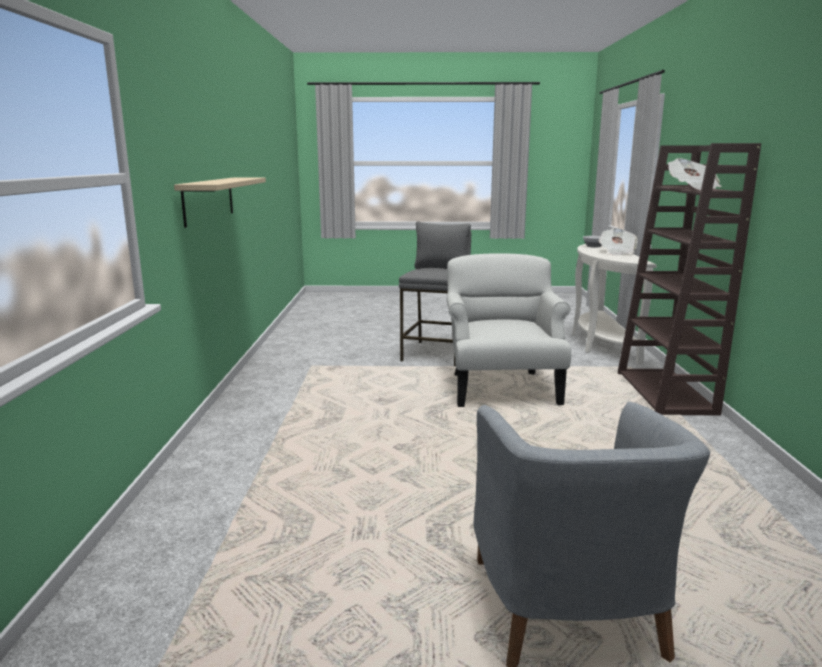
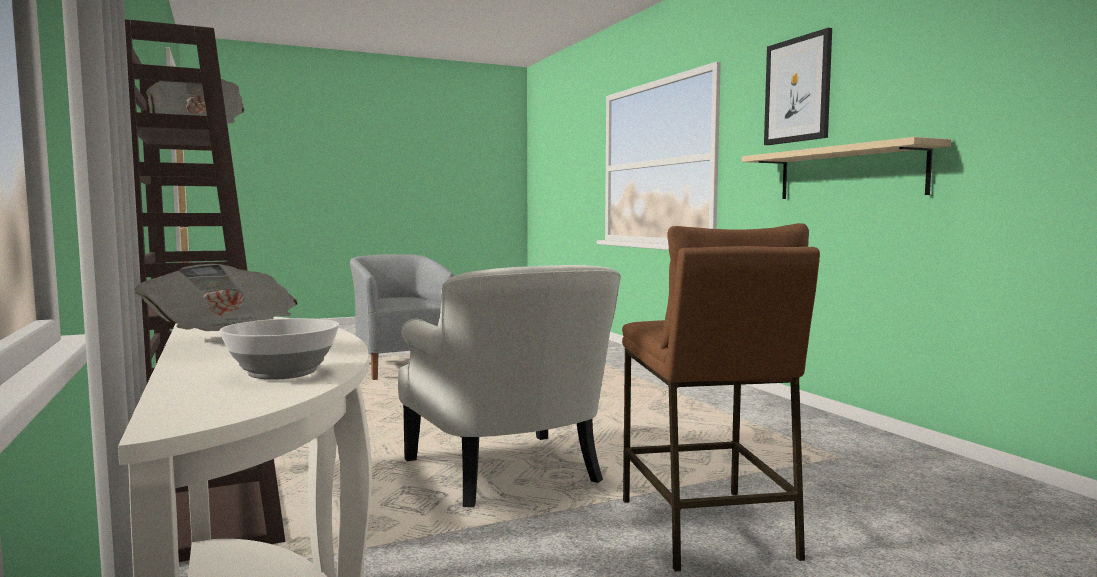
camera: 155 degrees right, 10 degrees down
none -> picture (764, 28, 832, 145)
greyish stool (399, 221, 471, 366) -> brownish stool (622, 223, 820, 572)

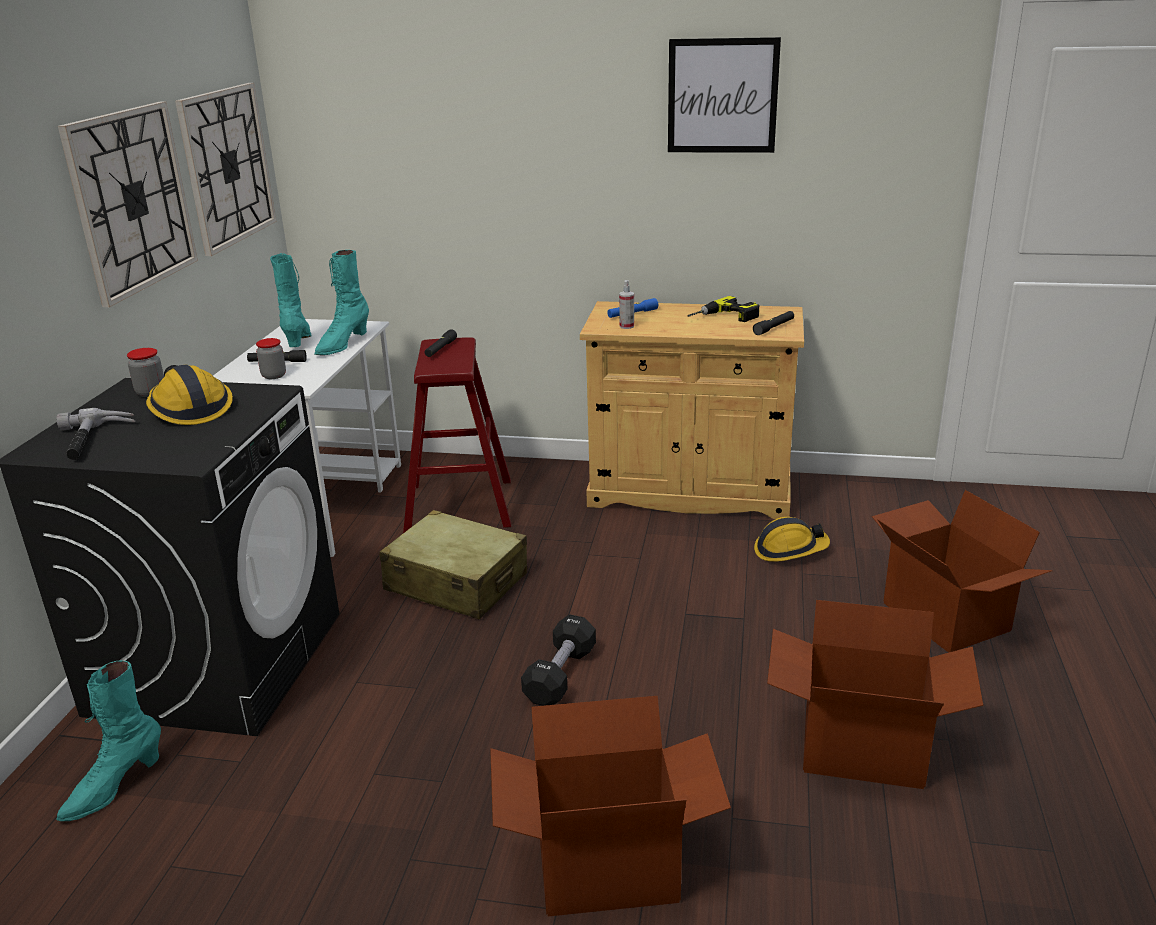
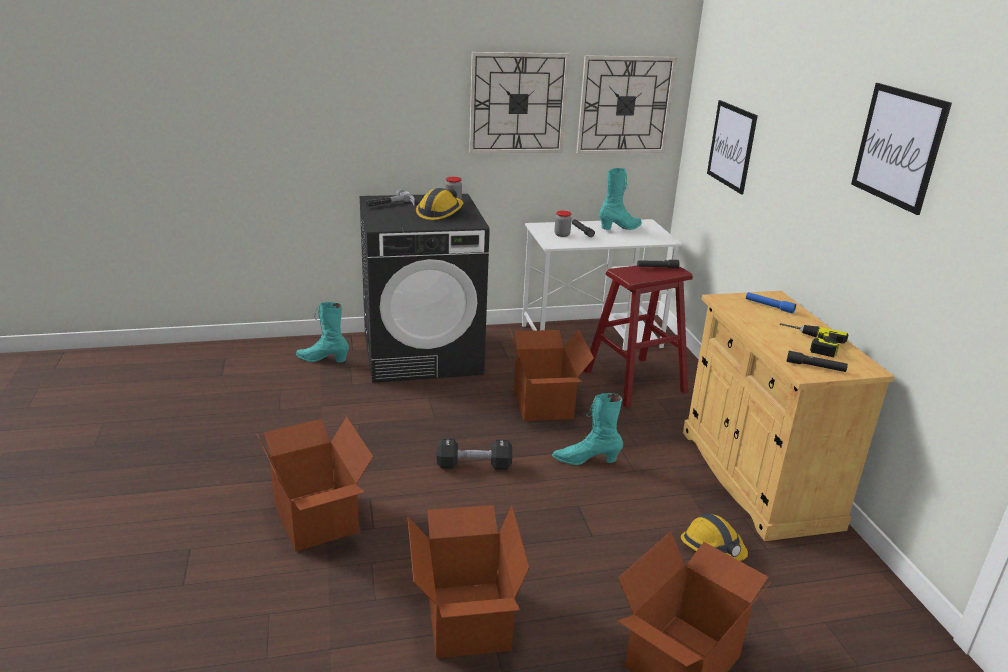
camera: 65 degrees right, 0 degrees up
sprayer (619, 280, 634, 329) -> none
none -> picture (707, 100, 758, 194)
blue-green tall boot (314, 250, 369, 355) -> blue-green tall boot (552, 393, 623, 465), relocated
sand-coloured piece of luggage (379, 510, 527, 619) -> cardboard box (510, 330, 594, 421)

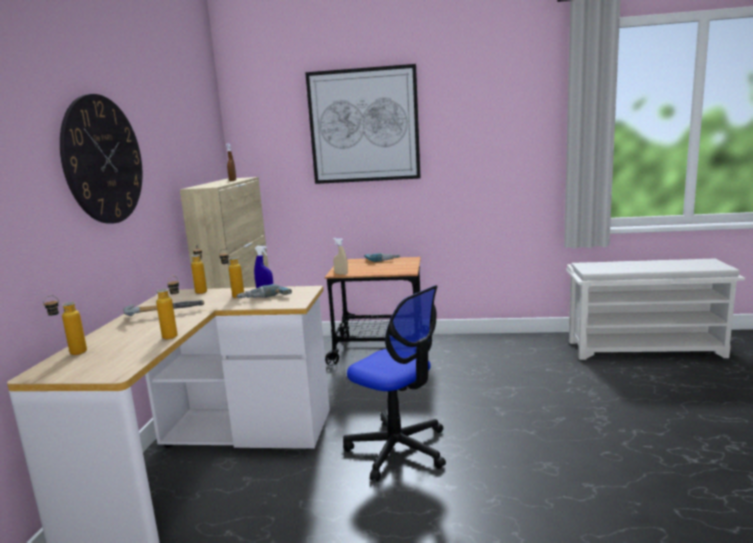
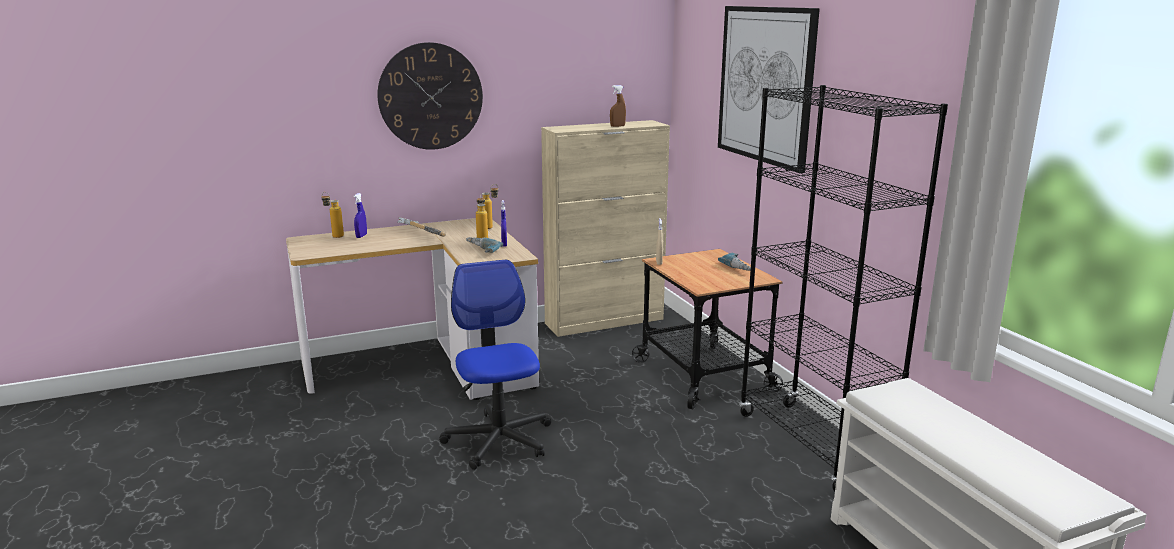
camera: 60 degrees right, 5 degrees up
drink bottle (156, 276, 179, 339) -> none
none -> blue sprayer (354, 193, 367, 238)
none -> blackish shelving unit (739, 85, 948, 491)
computer chair (343, 285, 446, 481) -> computer chair (439, 260, 551, 470), 150 degrees clockwise

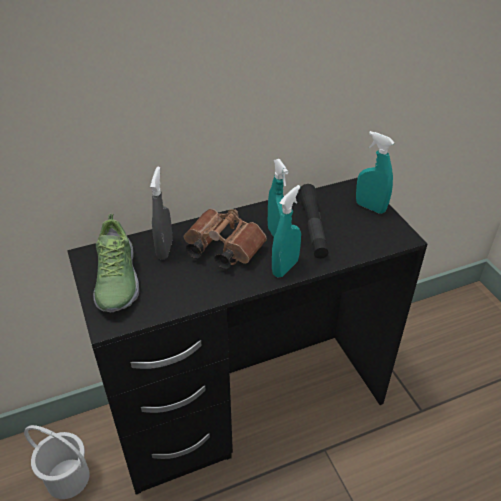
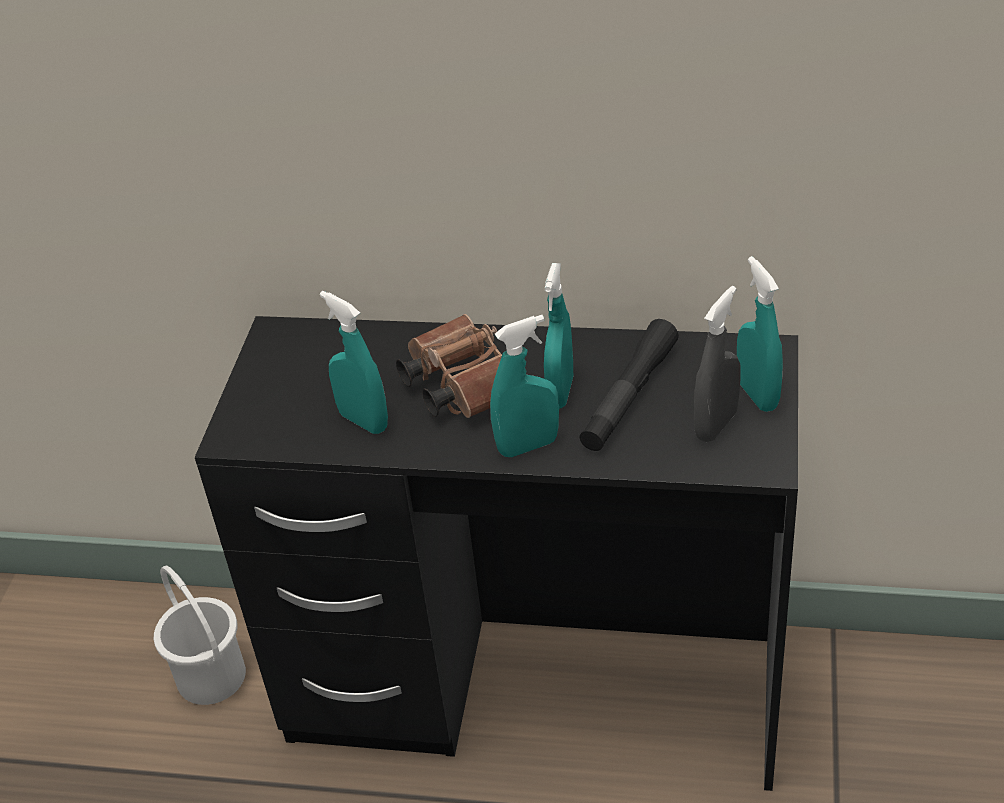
camera: 35 degrees right, 0 degrees up
low shoe (93, 214, 139, 312) -> none
none -> blue-green sprayer (320, 291, 388, 434)
greyish sprayer (150, 166, 173, 260) -> greyish sprayer (694, 286, 741, 442), relocated

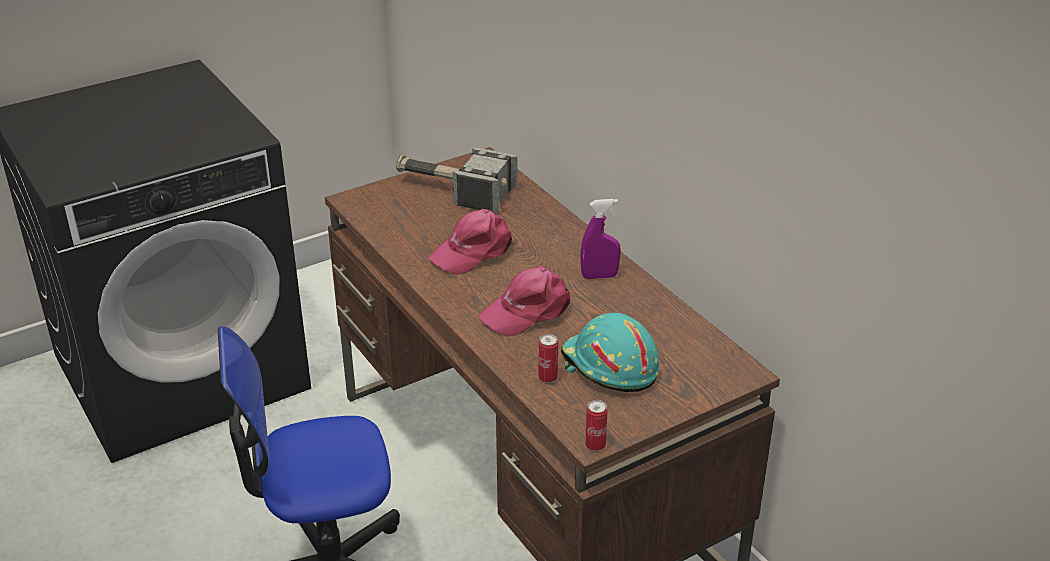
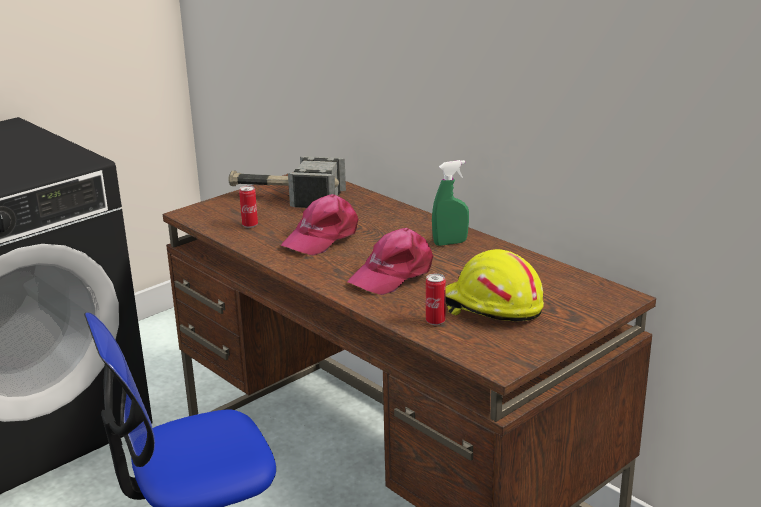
camera: 10 degrees left, 10 degrees down
can (585, 400, 608, 451) -> can (239, 185, 258, 228), relocated
blue-green safety helmet (561, 313, 659, 392) -> yellowish safety helmet (446, 249, 544, 321)
purple-coloured sprayer (580, 199, 621, 279) -> greenish sprayer (432, 160, 469, 246)

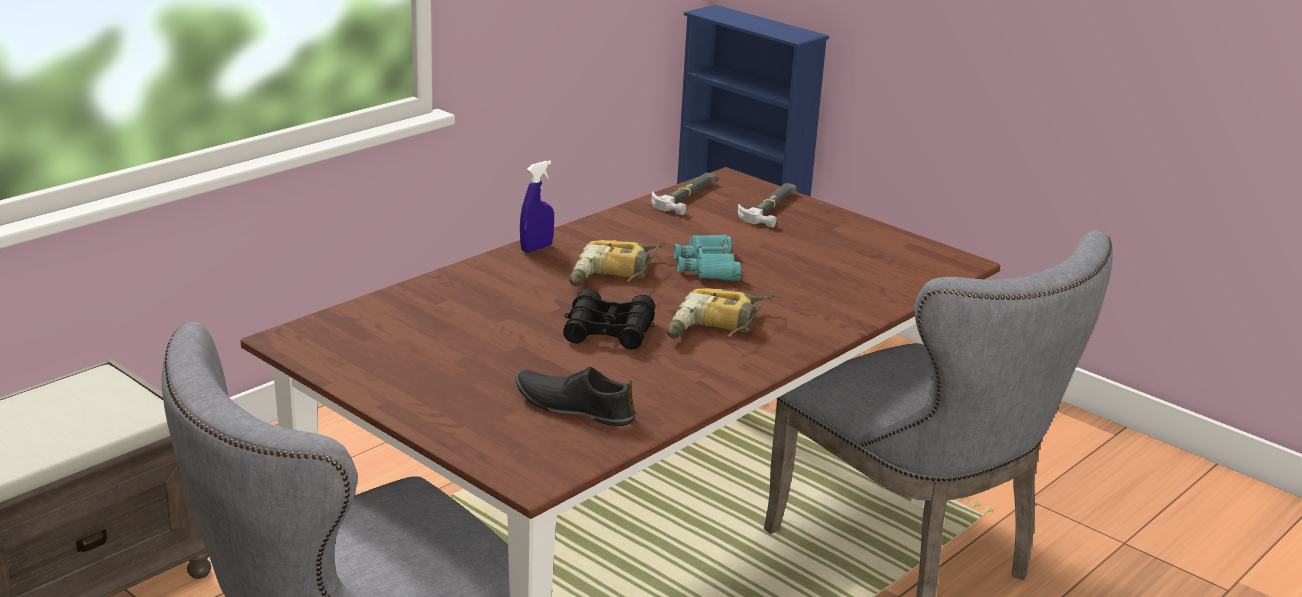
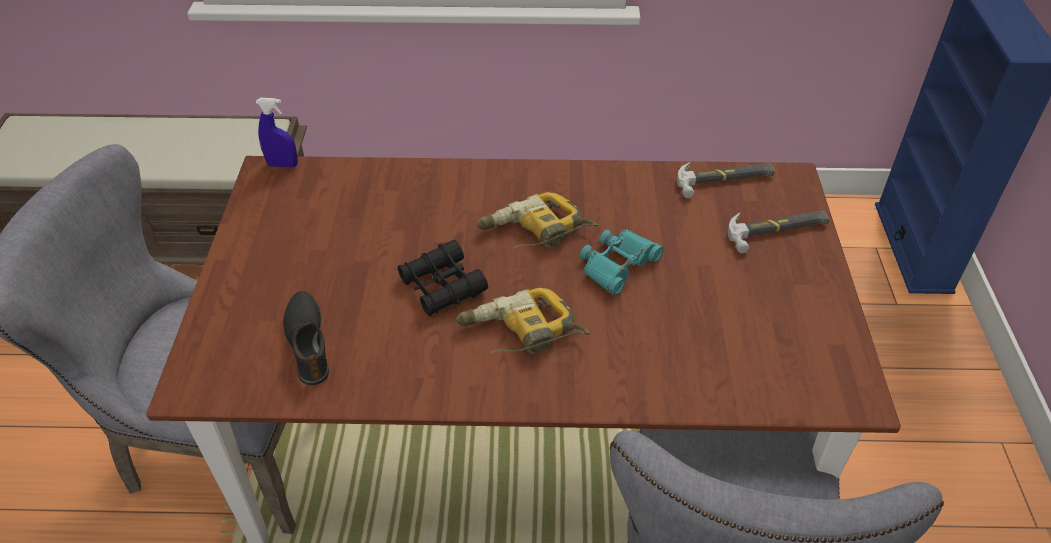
camera: 50 degrees right, 20 degrees up
blue sprayer (520, 161, 554, 253) -> blue sprayer (256, 98, 298, 168), relocated

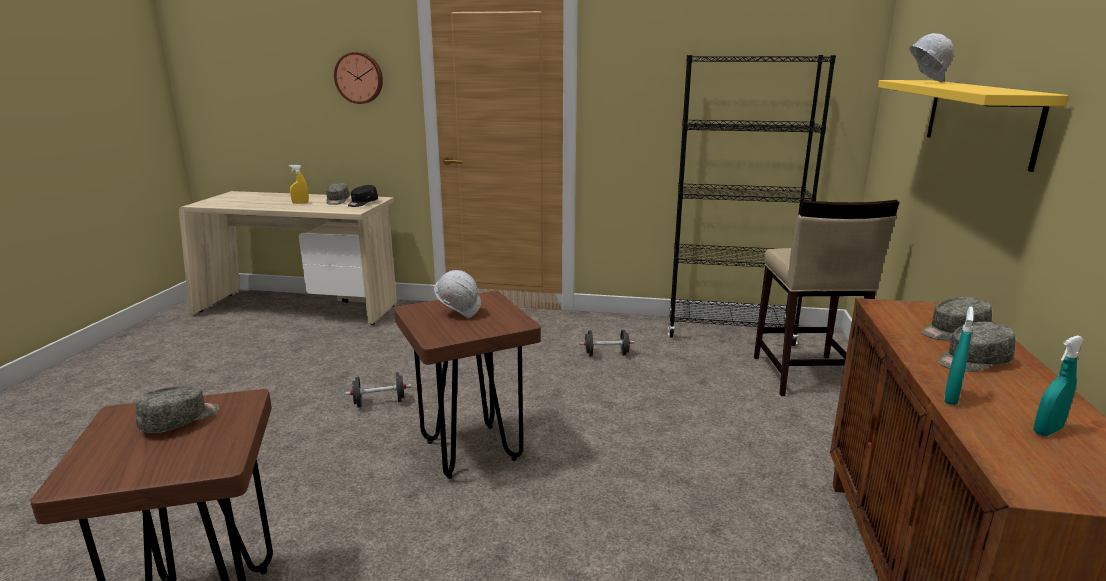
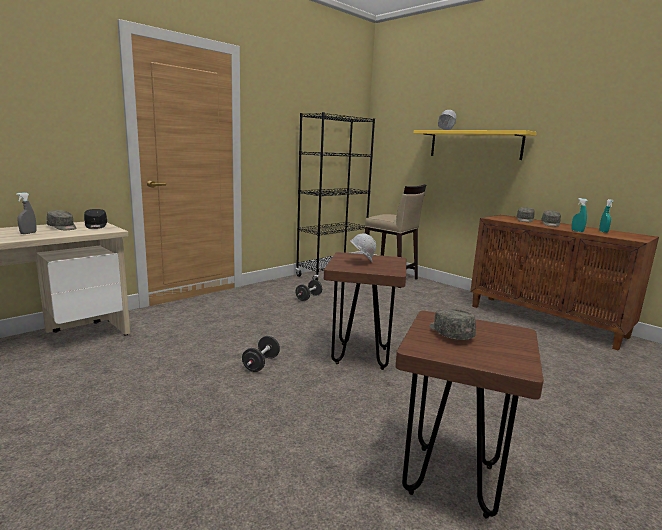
camera: 55 degrees left, 5 degrees down
clock on the wall (334, 52, 383, 104) -> none
yellowish sprayer (289, 165, 309, 204) -> greyish sprayer (16, 192, 37, 234)

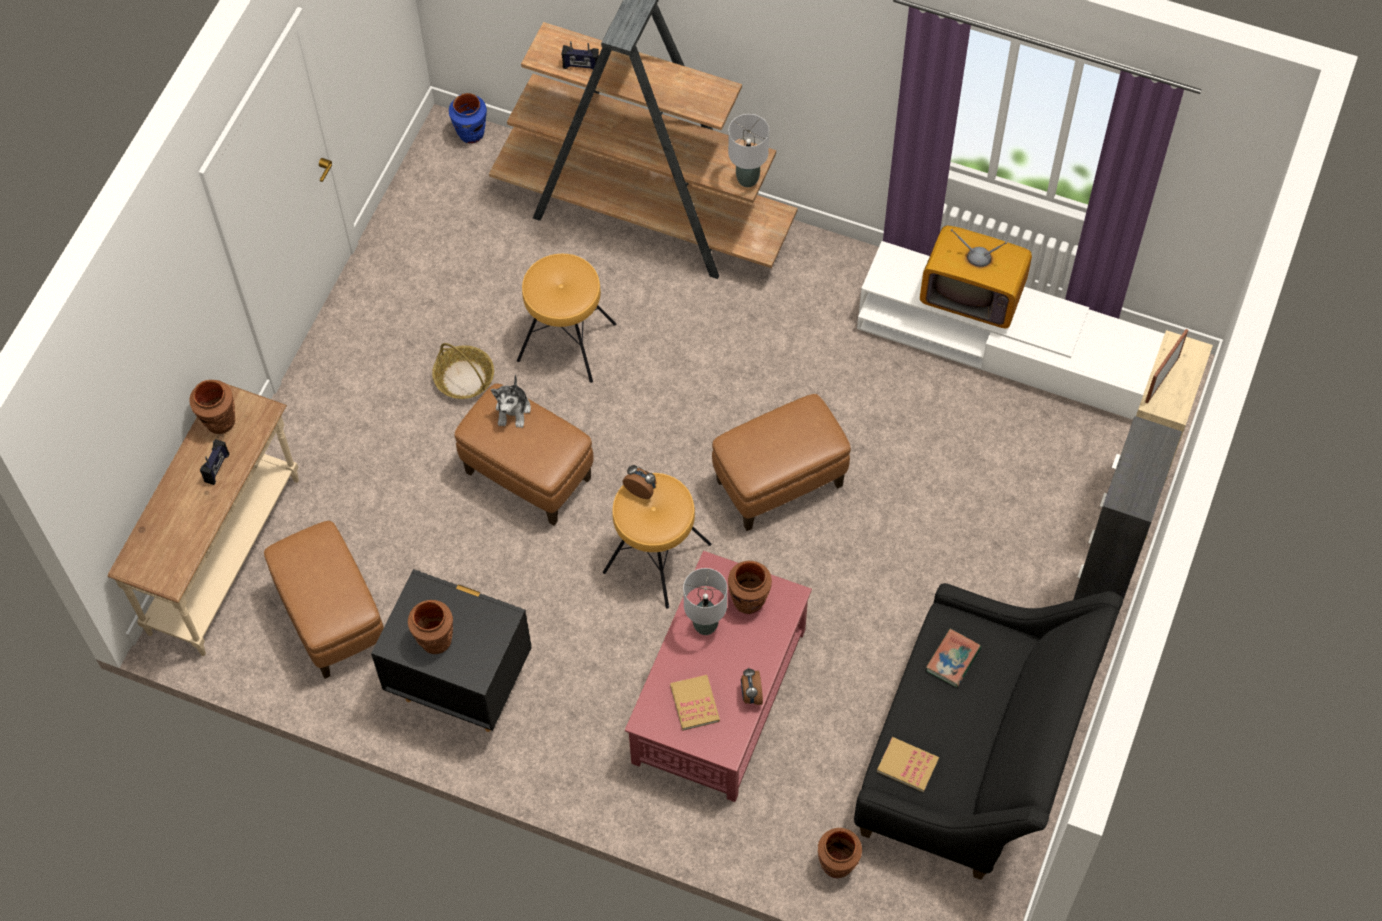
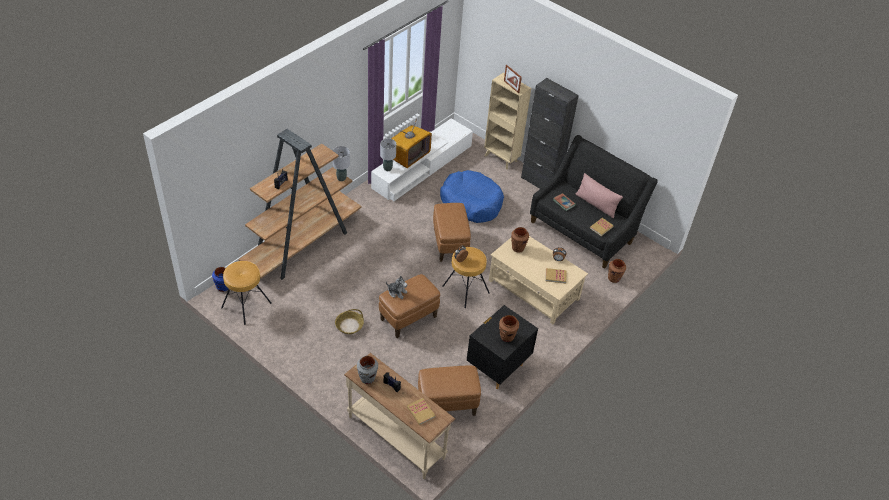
camera: 75 degrees left, 15 degrees down
none -> bound book (407, 398, 435, 425)
none -> blue dog bed (440, 170, 504, 223)
none -> pinkish pillow (575, 173, 623, 218)
brownish stool (517, 254, 616, 383) -> brownish stool (221, 261, 272, 325), relocated
greyish tabletop lamp (683, 568, 727, 635) -> greyish tabletop lamp (380, 138, 396, 171), relocated
brownish decorative vase (190, 380, 235, 434) -> greyish decorative vase (357, 356, 378, 384)
reddish lounge table (625, 551, 812, 802) -> sand-coloured lounge table (489, 236, 588, 324)

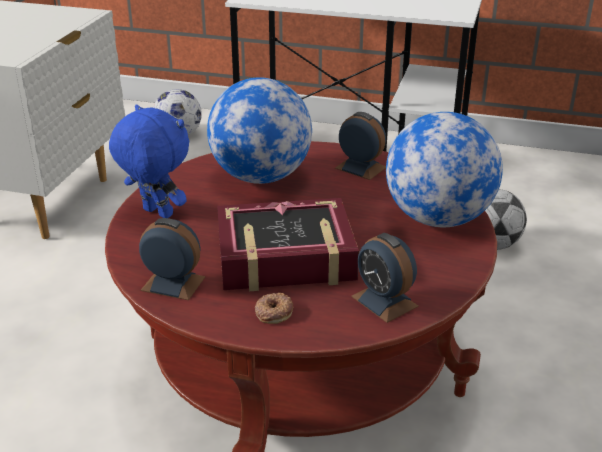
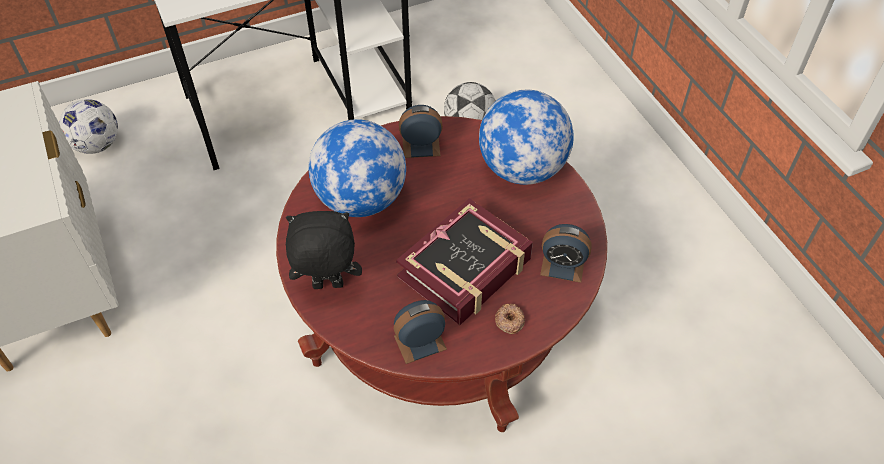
camera: 40 degrees left, 20 degrees up
blue cuddly toy (109, 105, 189, 218) -> blackish cuddly toy (286, 211, 362, 289)

